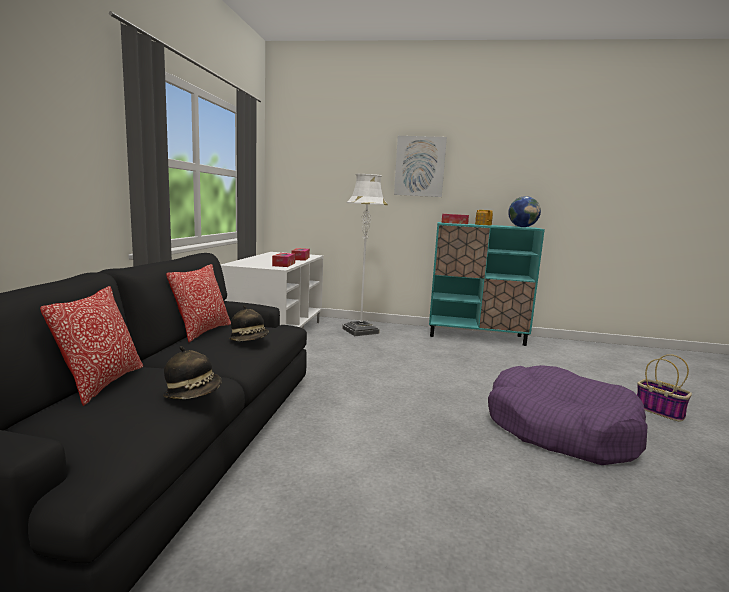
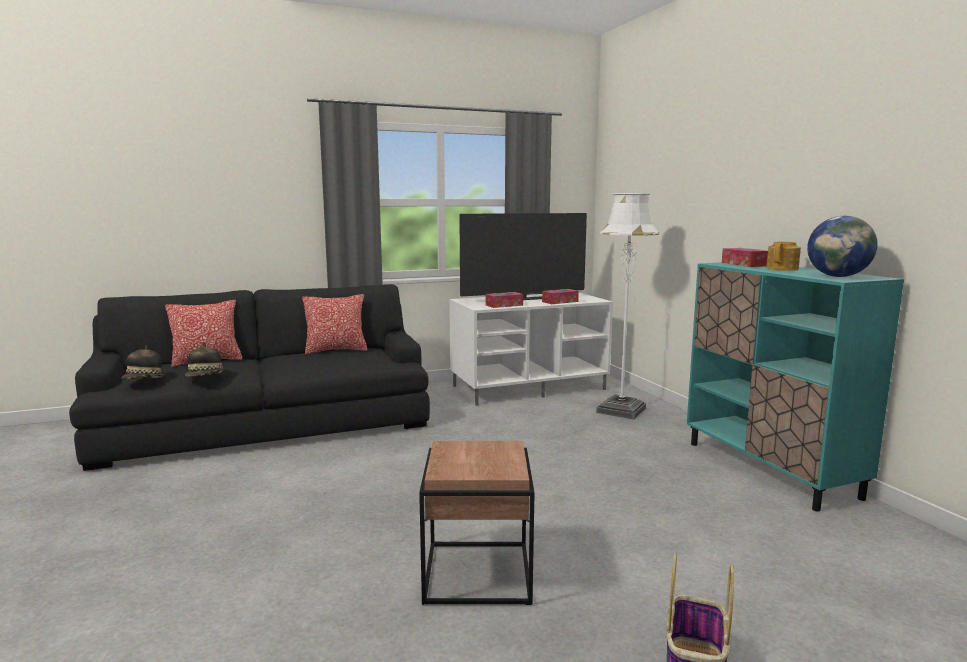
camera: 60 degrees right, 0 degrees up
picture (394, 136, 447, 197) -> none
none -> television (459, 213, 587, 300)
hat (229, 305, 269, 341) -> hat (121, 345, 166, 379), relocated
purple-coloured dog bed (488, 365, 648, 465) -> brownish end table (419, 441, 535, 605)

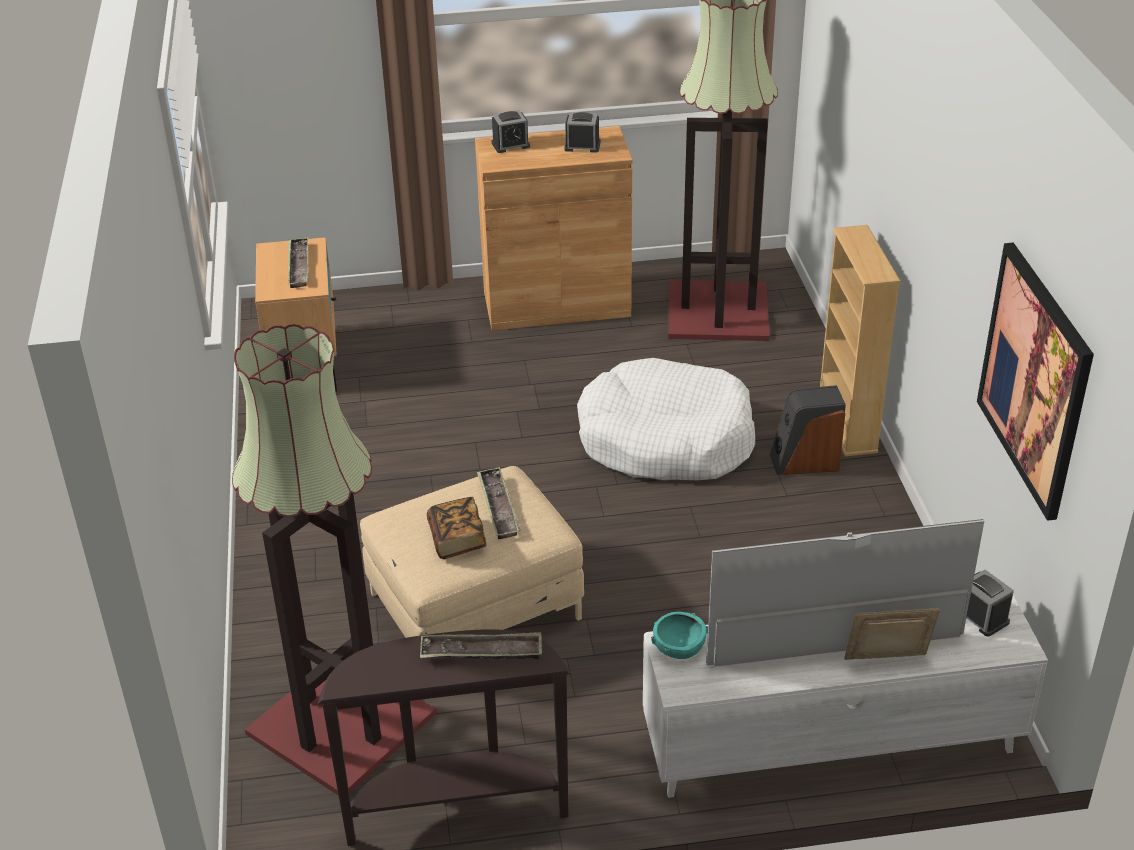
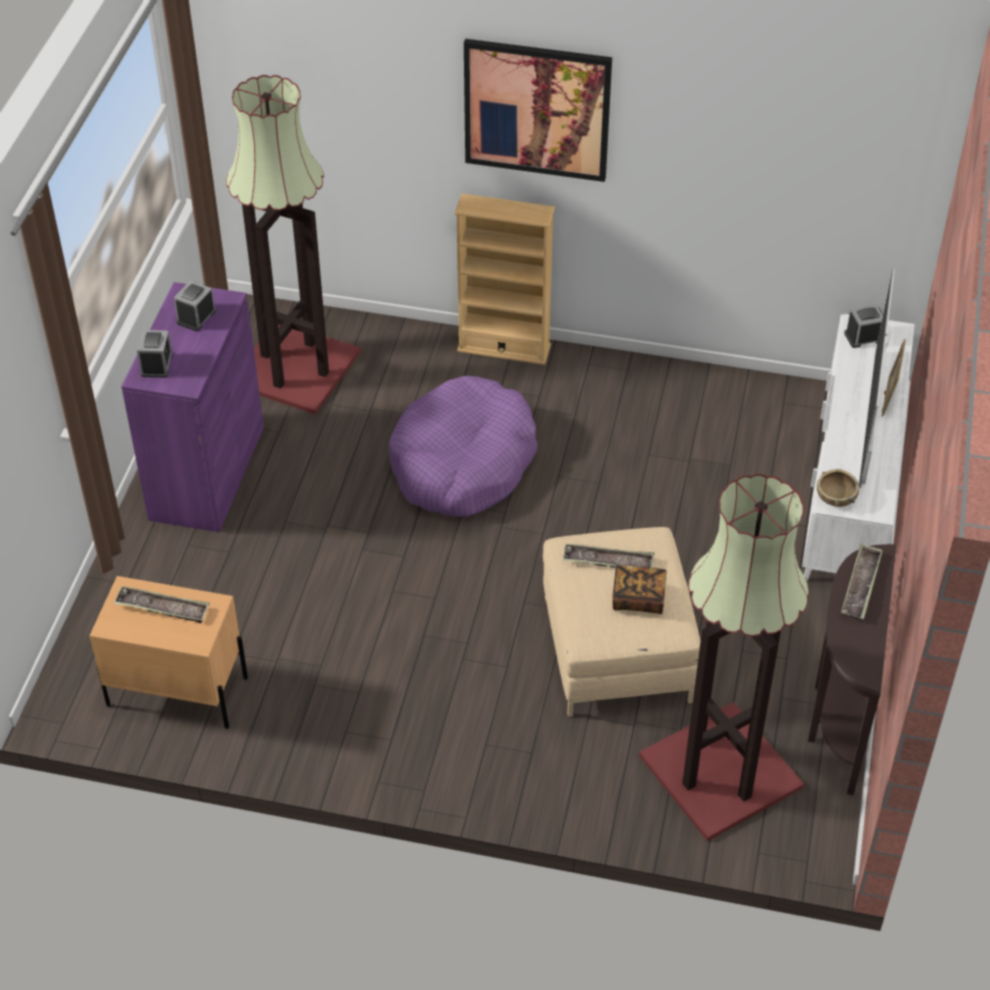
camera: 70 degrees left, 10 degrees up
speaker (770, 385, 846, 475) -> none
picture (977, 242, 1094, 521) -> picture (464, 39, 612, 182), relocated
brownish cupboard (475, 126, 632, 330) -> purple-coloured cupboard (121, 282, 264, 532)
white-coloured dog bed (577, 358, 755, 480) -> purple-coloured dog bed (388, 376, 538, 517)
blue-green bowl (651, 612, 708, 659) -> brownish bowl (817, 469, 859, 507)

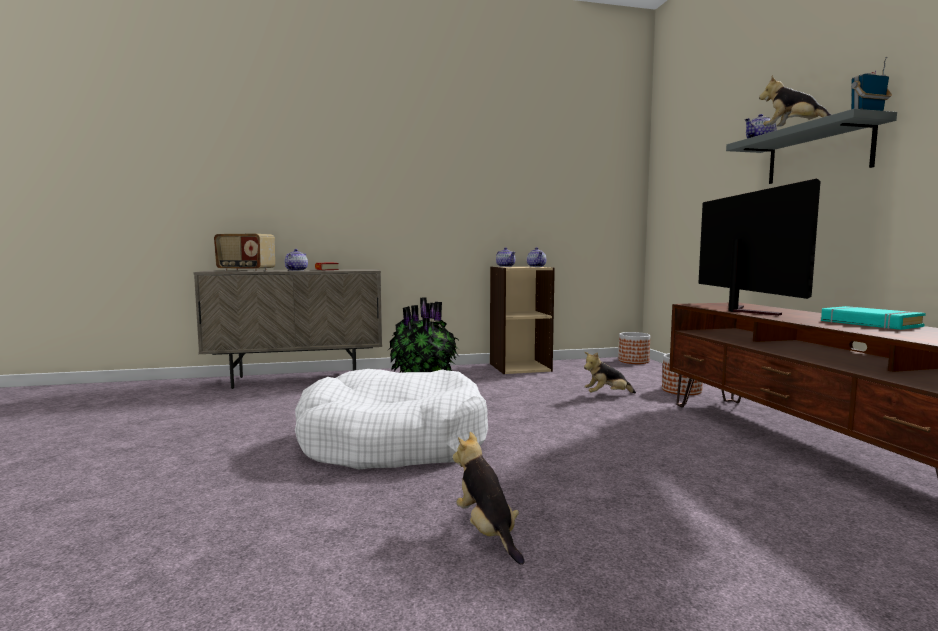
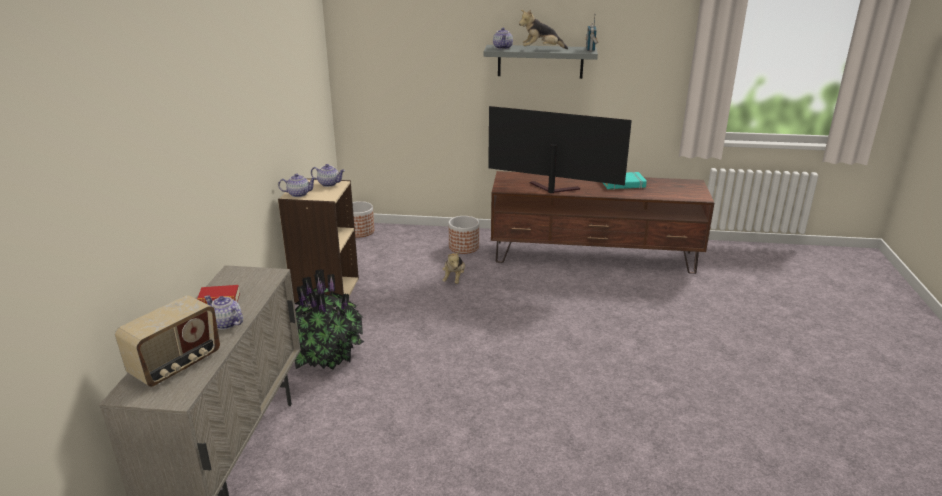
camera: 70 degrees left, 20 degrees up
white-coloured dog bed (295, 369, 488, 469) -> none
cuddly toy (453, 432, 525, 565) -> none

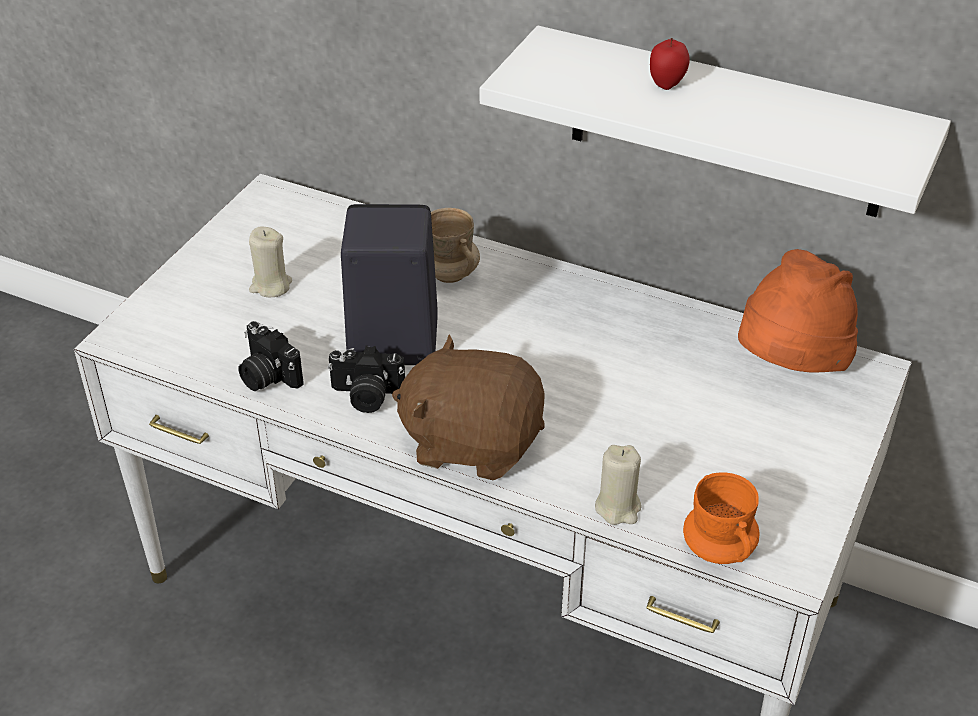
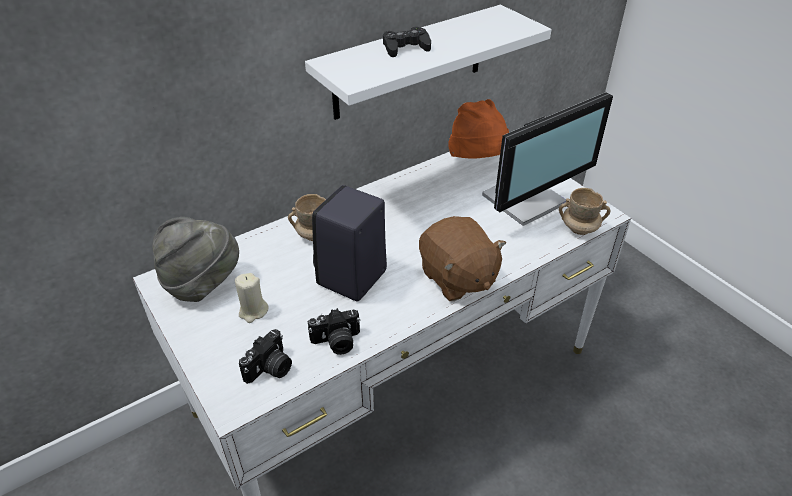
camera: 60 degrees left, 0 degrees up
sand-coloured wax light (595, 445, 642, 525) -> none
none -> greyish hat (152, 217, 239, 302)
none -> monitor (482, 92, 613, 226)
still camera (327, 346, 405, 413) -> still camera (239, 329, 292, 384), relocated
whole apple (650, 38, 690, 90) -> blackish game controller (383, 27, 431, 57)
orangey tea mug (683, 472, 760, 564) -> sand-coloured tea mug (559, 188, 611, 235)
brownish cuddly toy (392, 334, 545, 480) -> brownish cuddly toy (419, 216, 506, 301), 75 degrees counterclockwise

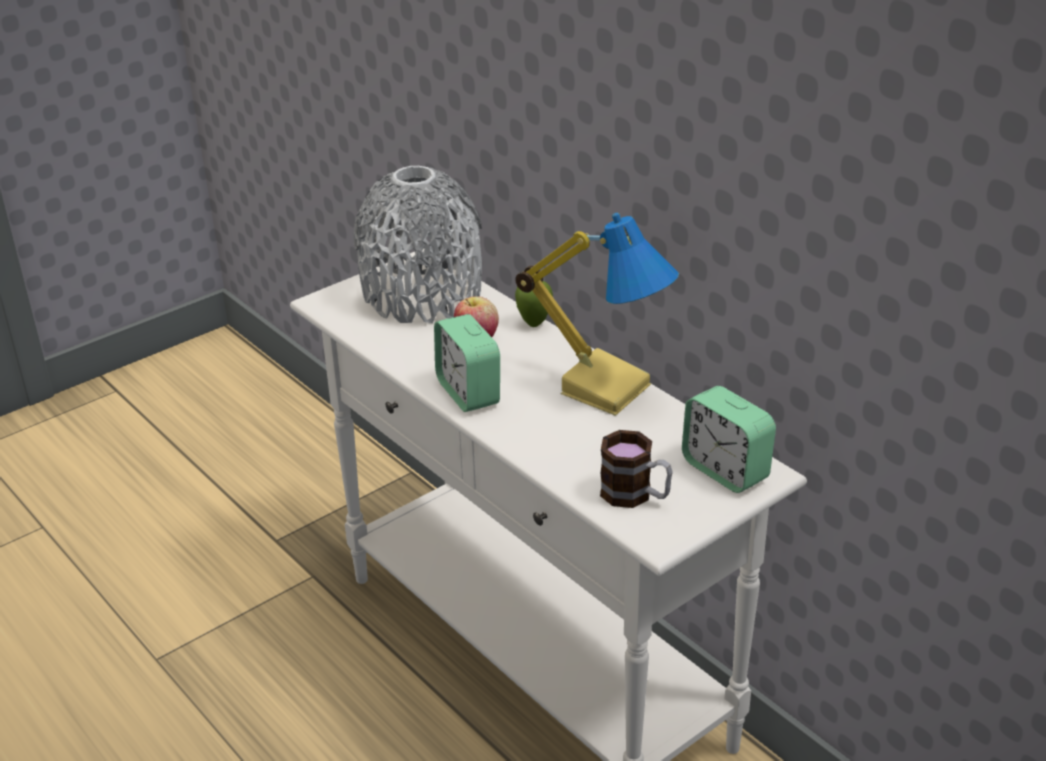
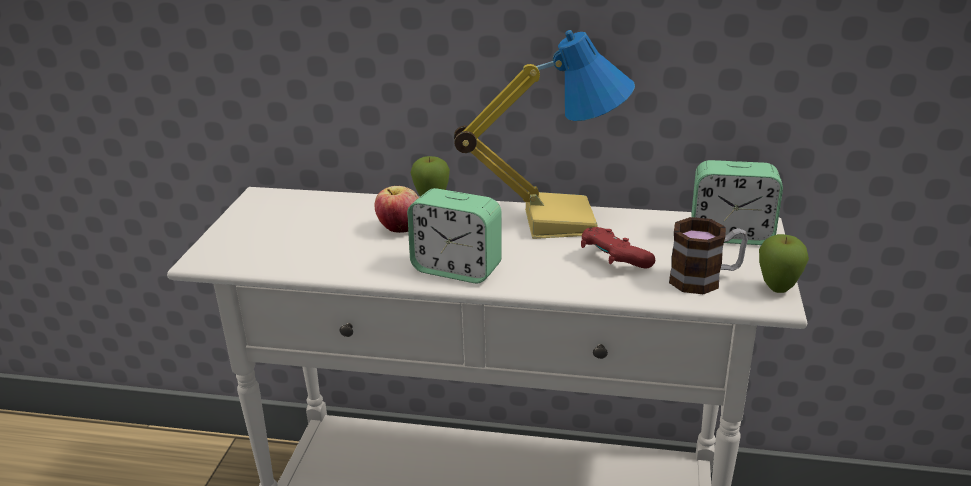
camera: 40 degrees left, 5 degrees down
greyish decorative vase (354, 166, 482, 323) -> none
none -> reddish game controller (581, 227, 655, 268)
none -> whole apple (759, 234, 809, 293)

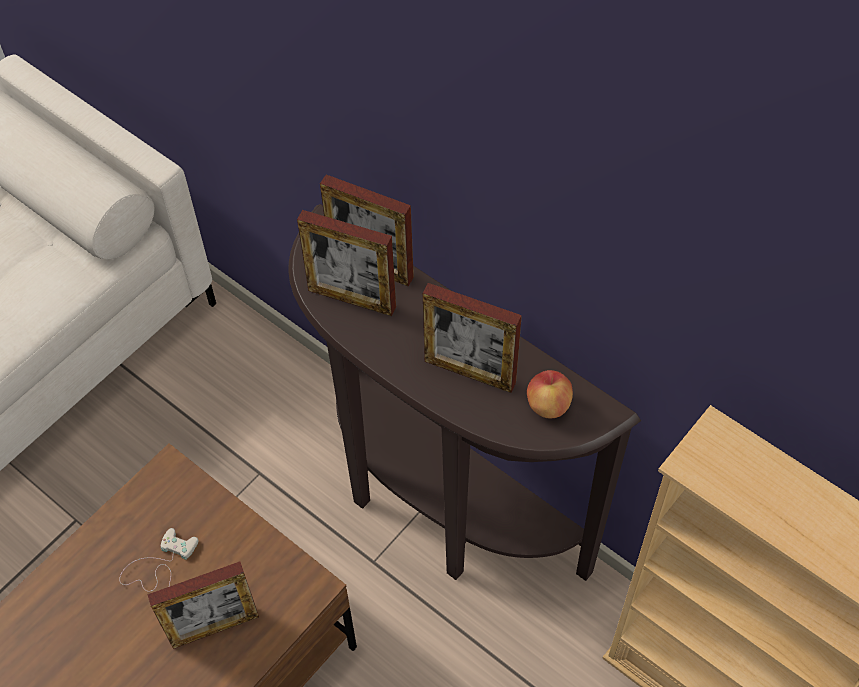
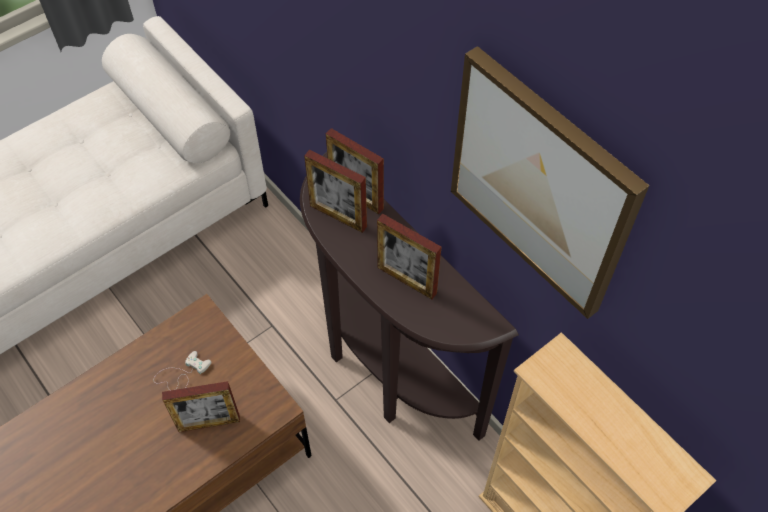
camera: 10 degrees right, 0 degrees up
whole apple (527, 370, 573, 418) -> none
none -> picture (451, 46, 649, 319)

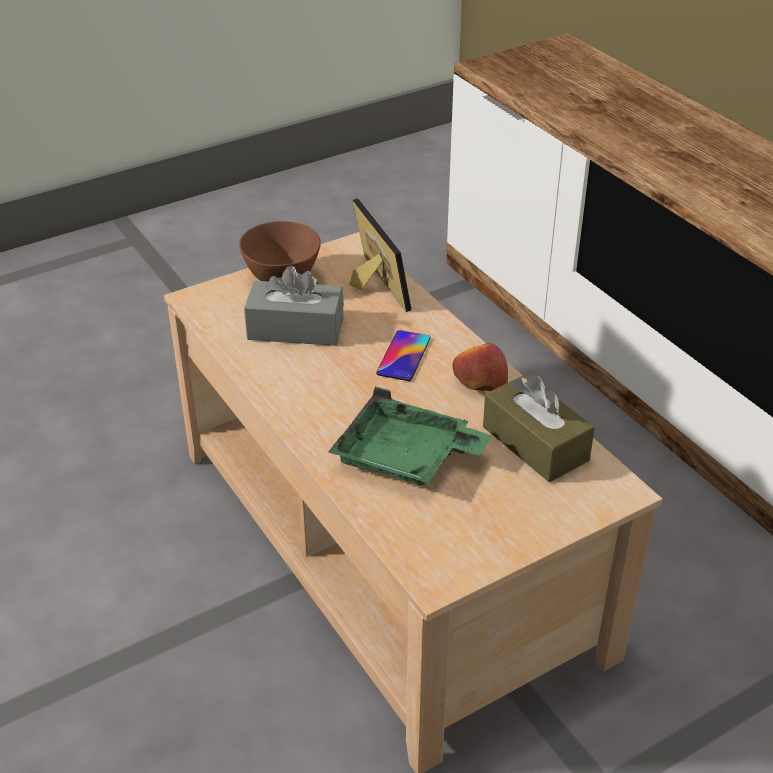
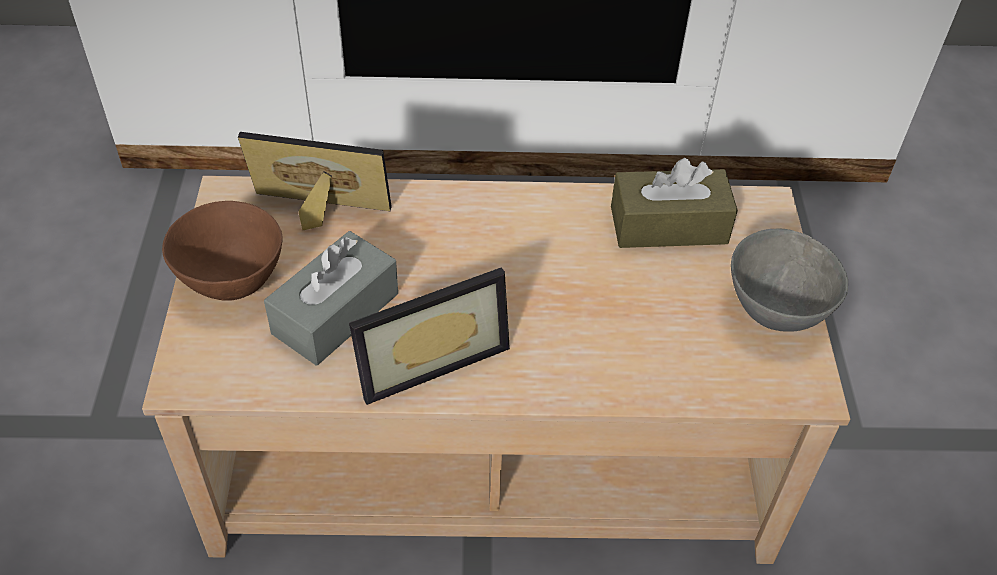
camera: 60 degrees left, 10 degrees up
greenish carrying tray (328, 387, 492, 486) -> none
telephone (376, 330, 431, 381) -> none
whole apple (452, 343, 508, 391) -> none
none -> photo frame (349, 268, 510, 405)
none -> greyish bowl (731, 229, 848, 332)

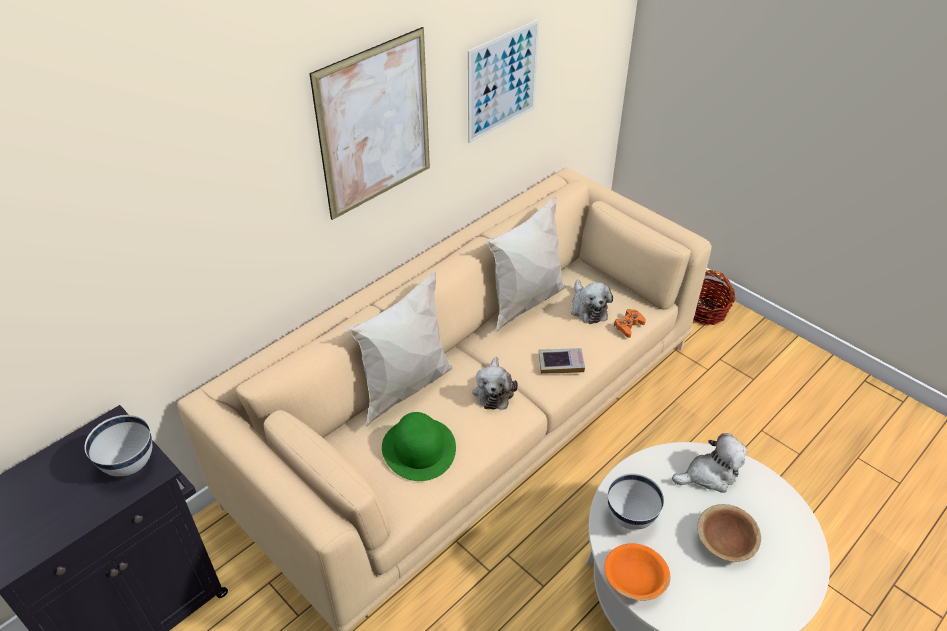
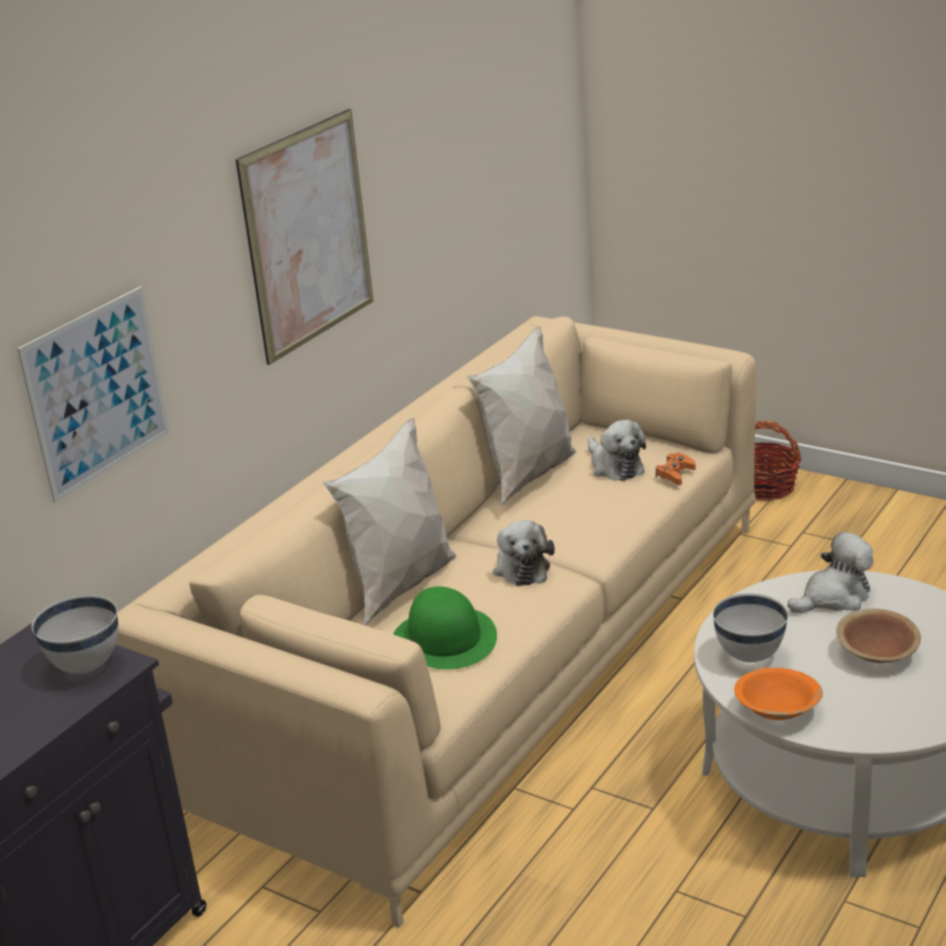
camera: 10 degrees left, 15 degrees down
bound book (539, 348, 585, 374) -> none
picture (468, 19, 539, 143) -> picture (17, 287, 170, 503), relocated

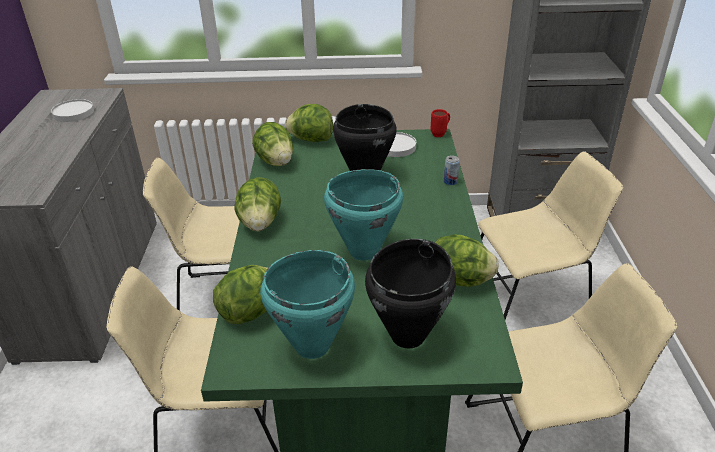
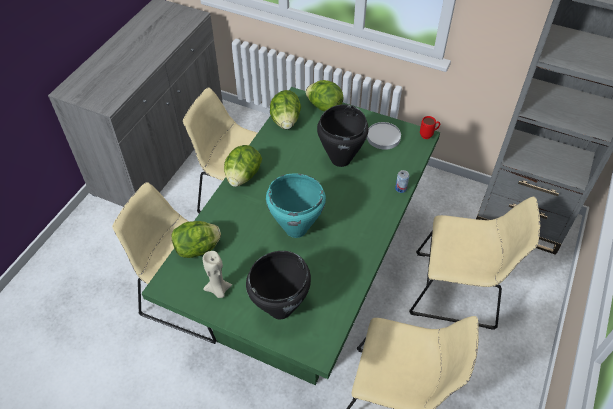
camera: 25 degrees right, 15 degrees up
white-coloured flat dish (51, 99, 94, 122) -> none
head of lettuce (435, 235, 499, 287) -> none
blue-green stockpot (260, 250, 355, 359) -> sand-coloured wax light (203, 251, 232, 298)

